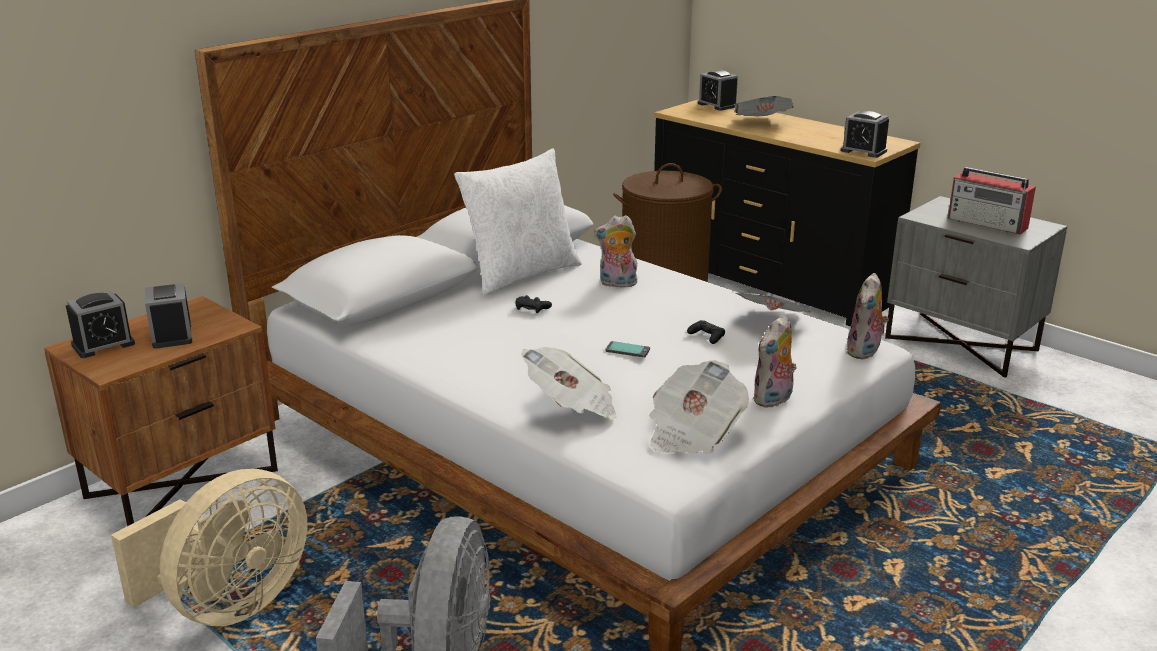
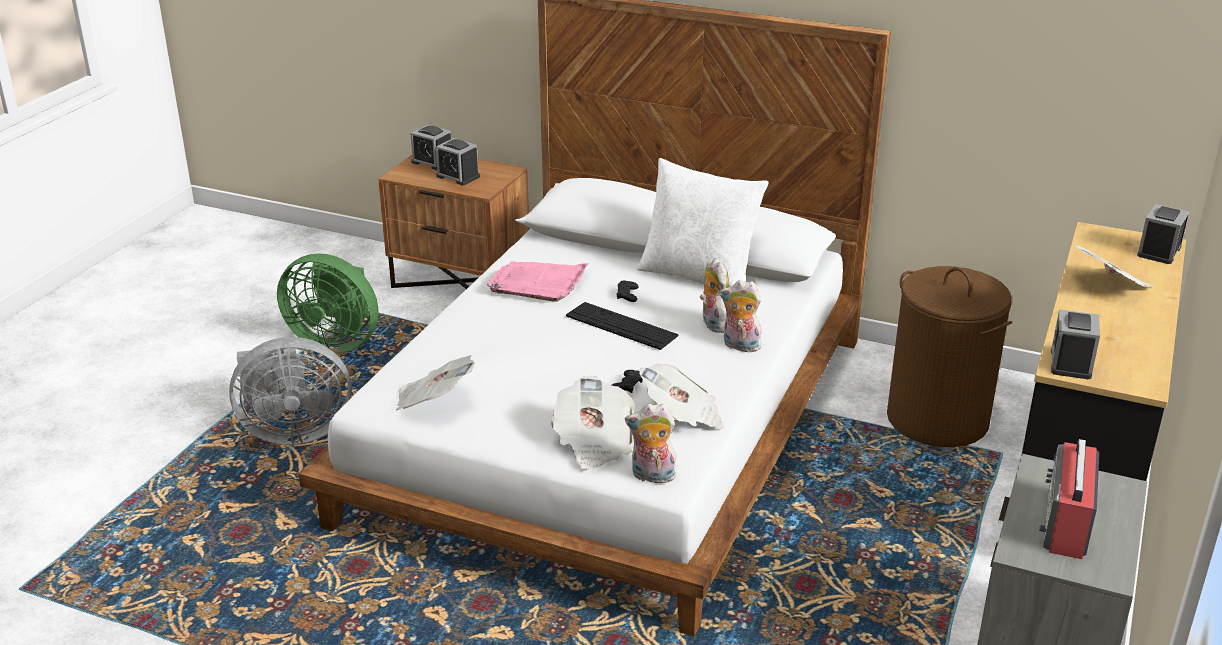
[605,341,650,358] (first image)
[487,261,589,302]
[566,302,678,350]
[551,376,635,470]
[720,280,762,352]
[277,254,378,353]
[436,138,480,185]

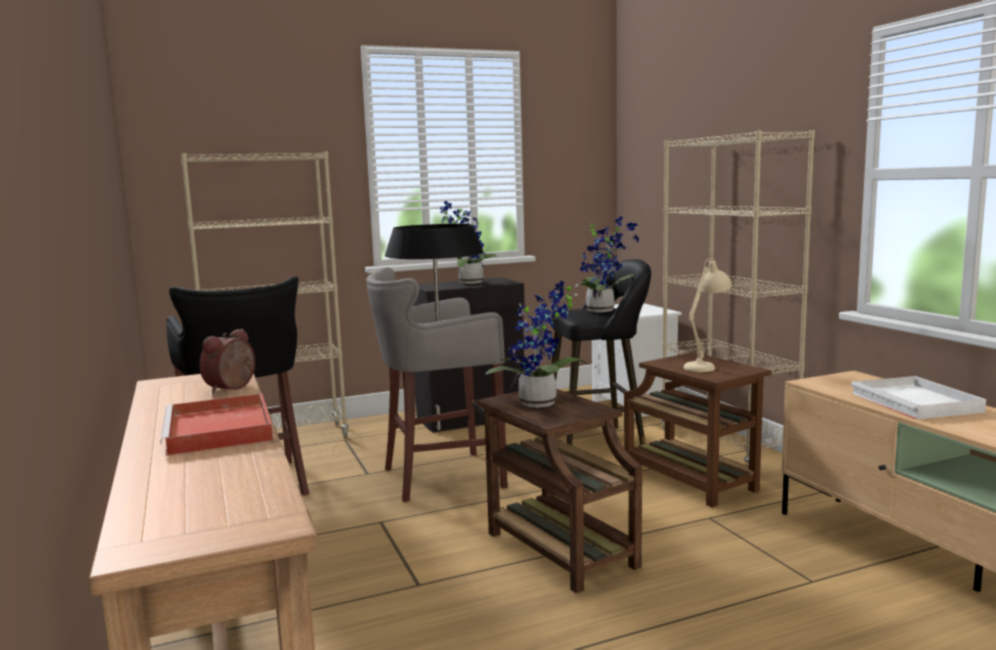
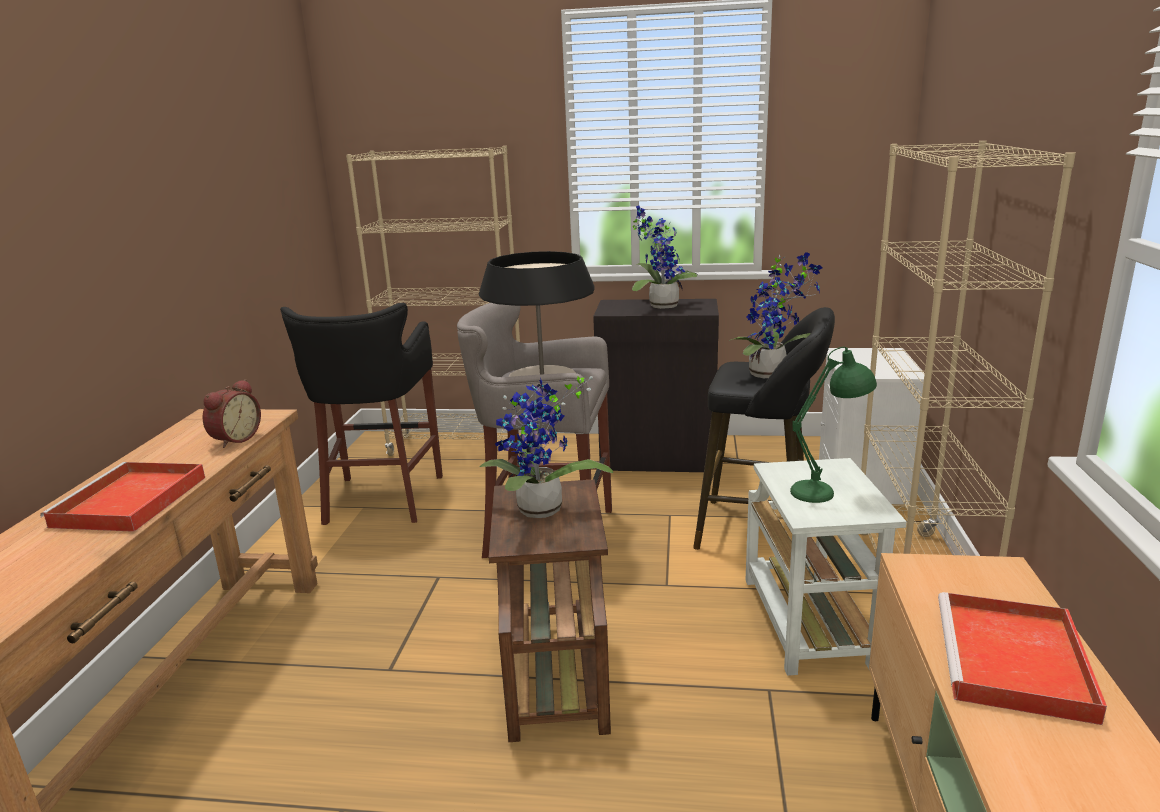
[746,458,907,676]
[790,347,877,503]
[938,592,1107,725]
[203,379,261,448]

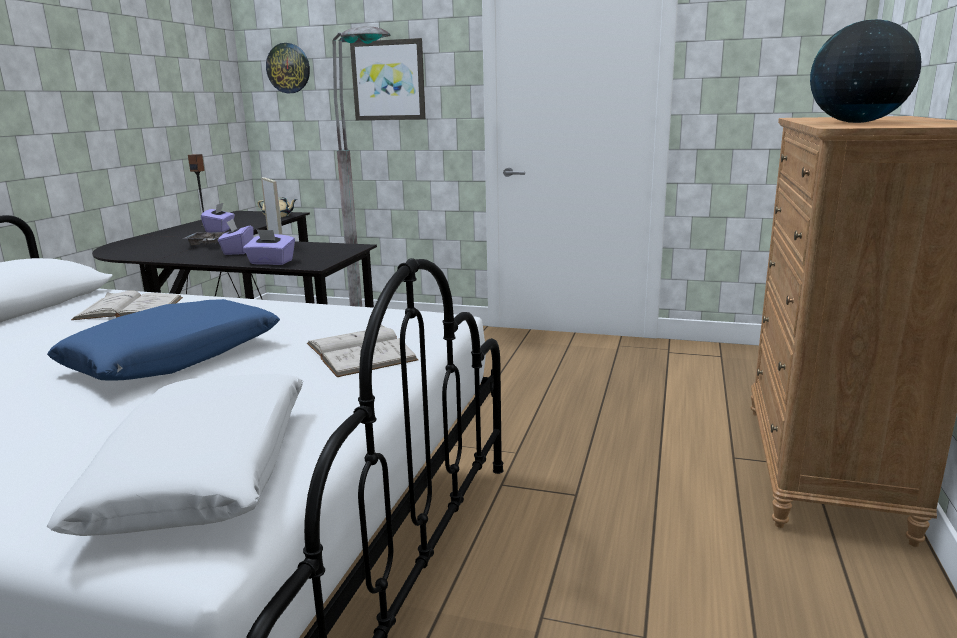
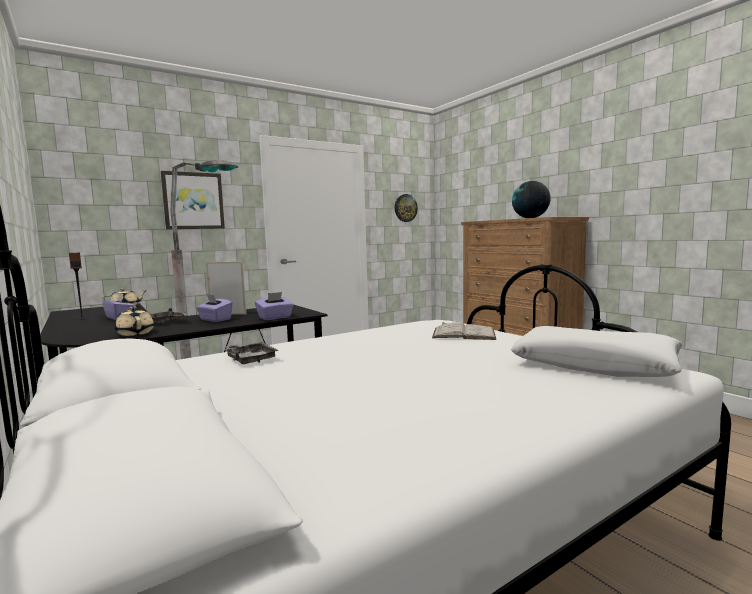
[47,299,280,381] (first image)
[114,306,154,336]
[395,194,418,222]
[224,342,279,364]

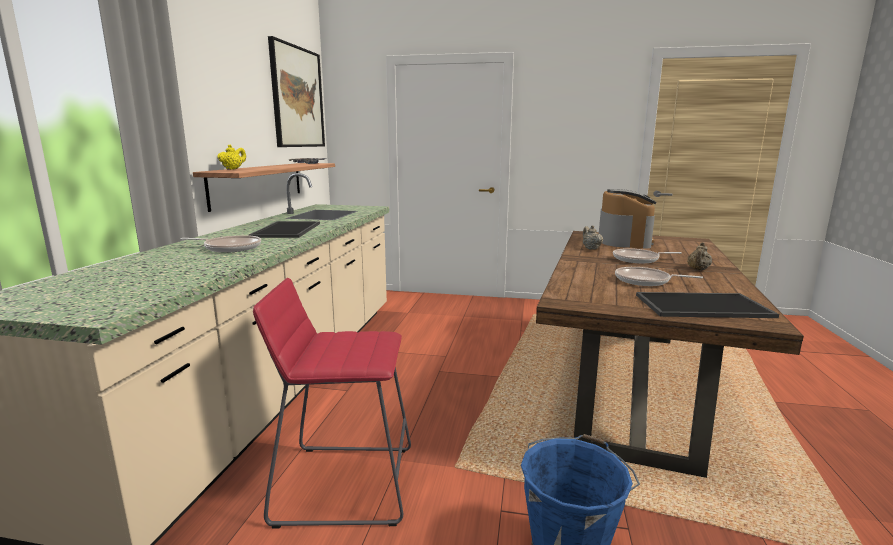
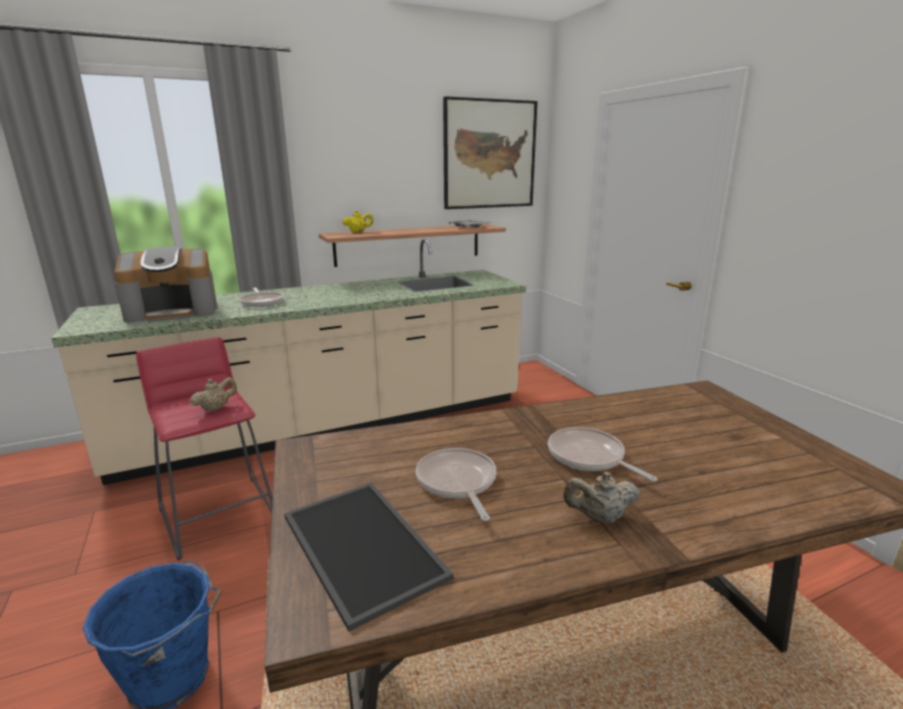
[249,221,320,238] (first image)
[190,377,237,412]
[114,247,217,323]

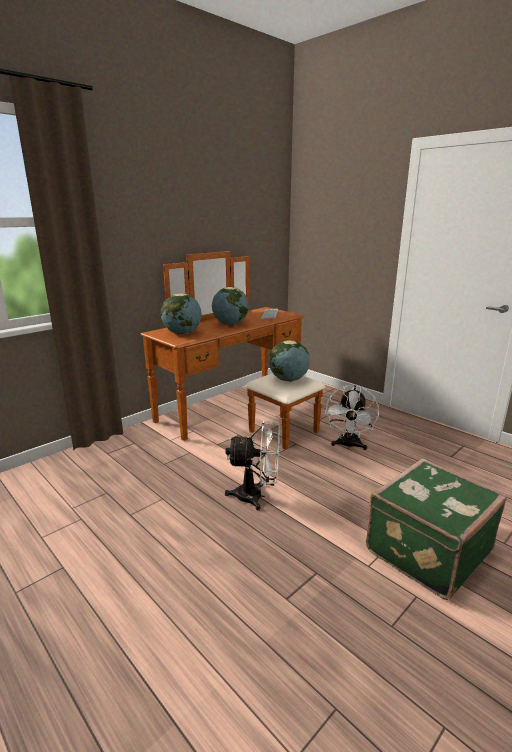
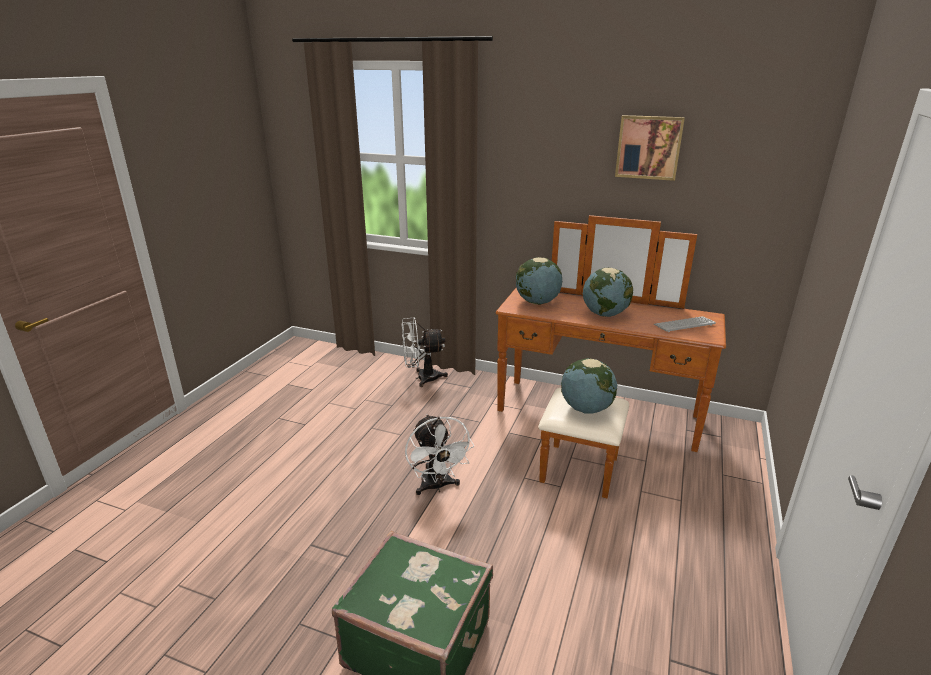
[615,115,685,181]
[402,318,448,387]

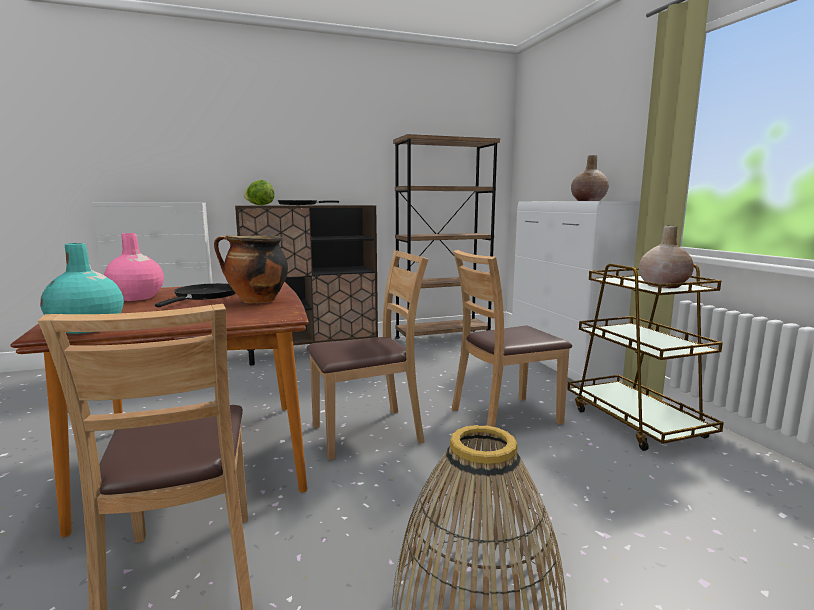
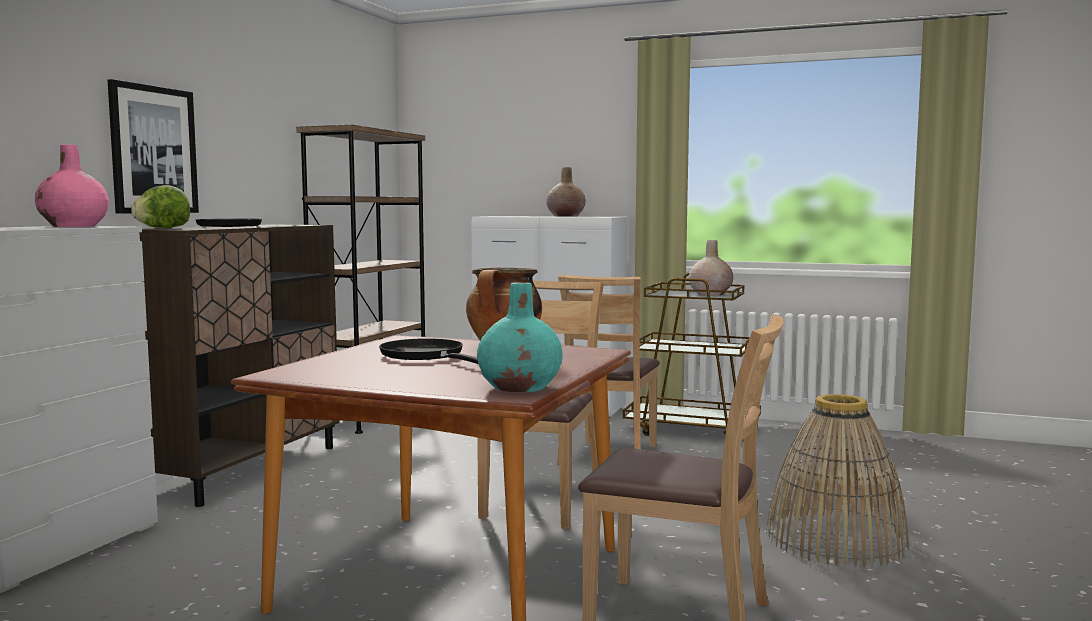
[108,79,199,214]
[35,144,109,227]

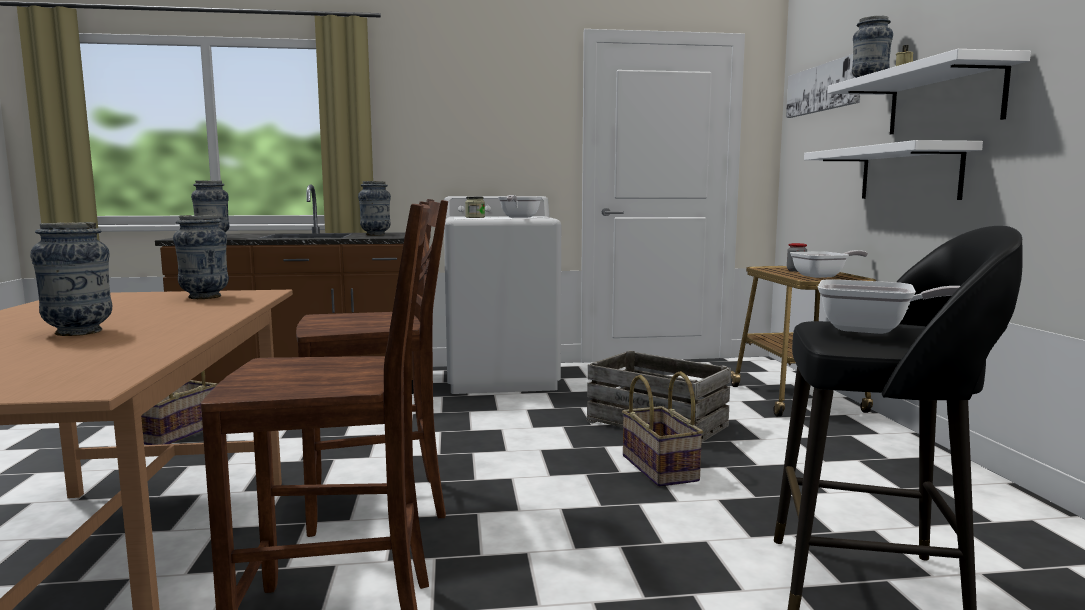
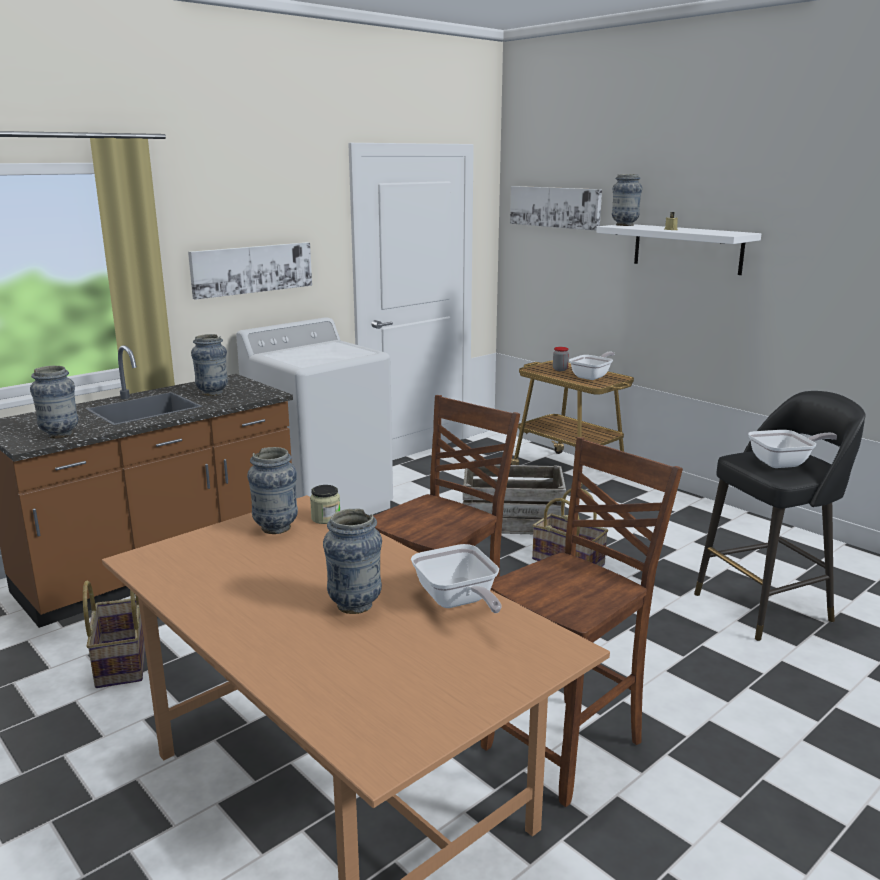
[804,140,983,200] (first image)
[188,242,312,300]
[310,485,340,524]
[411,544,502,613]

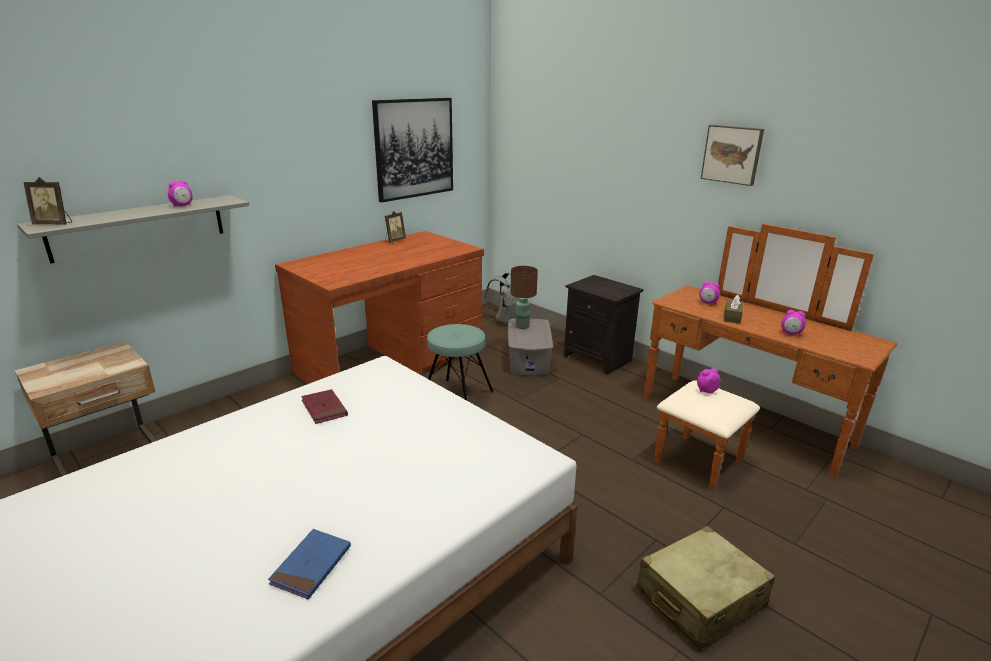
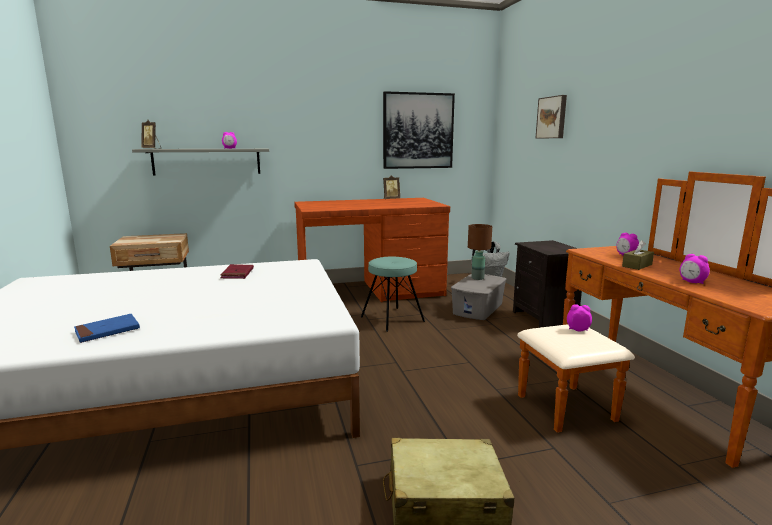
[536,95,567,139]

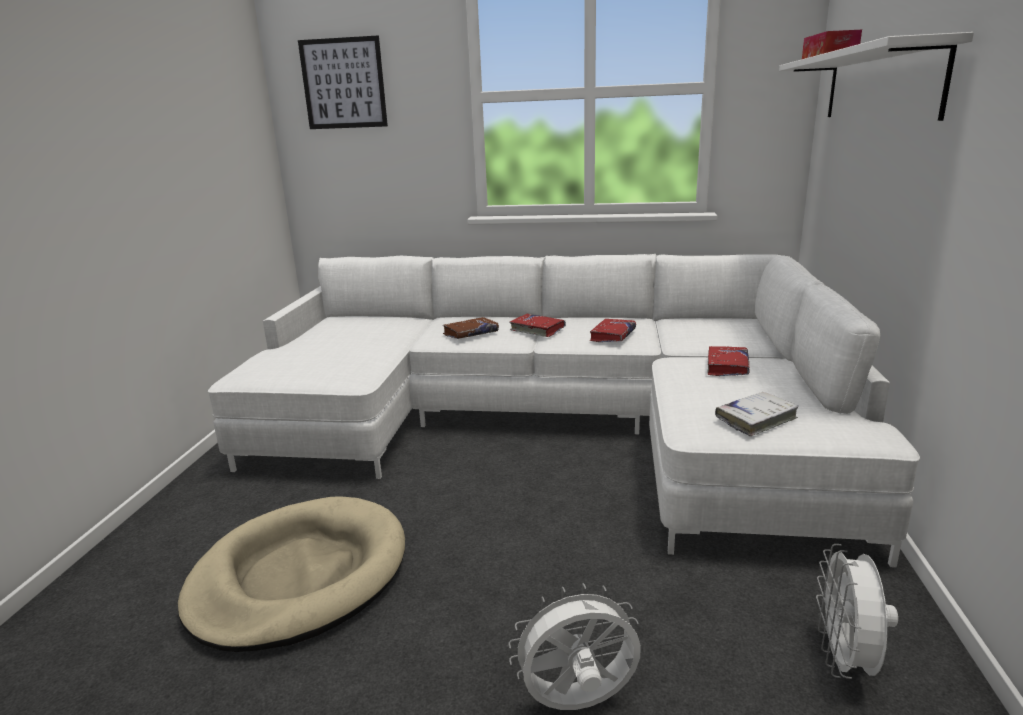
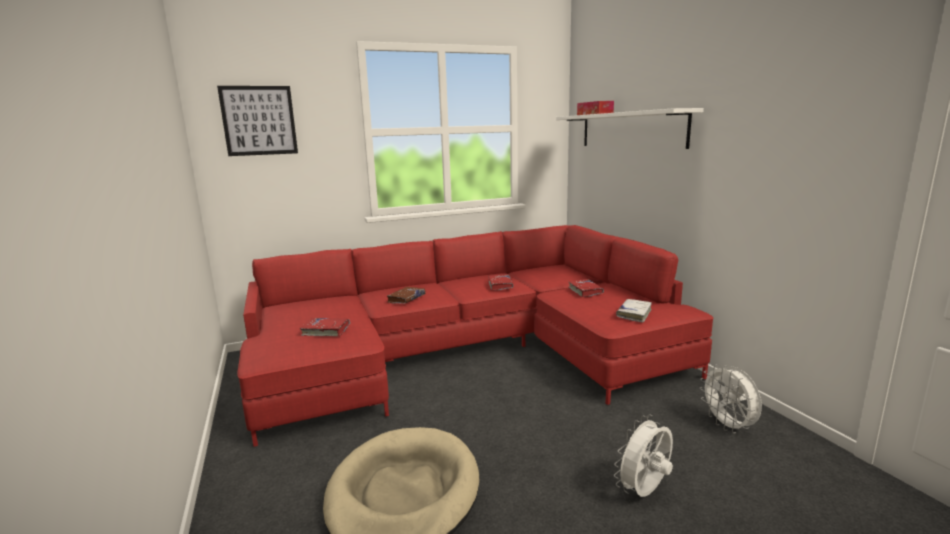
[300,318,350,336]
[237,225,714,447]

